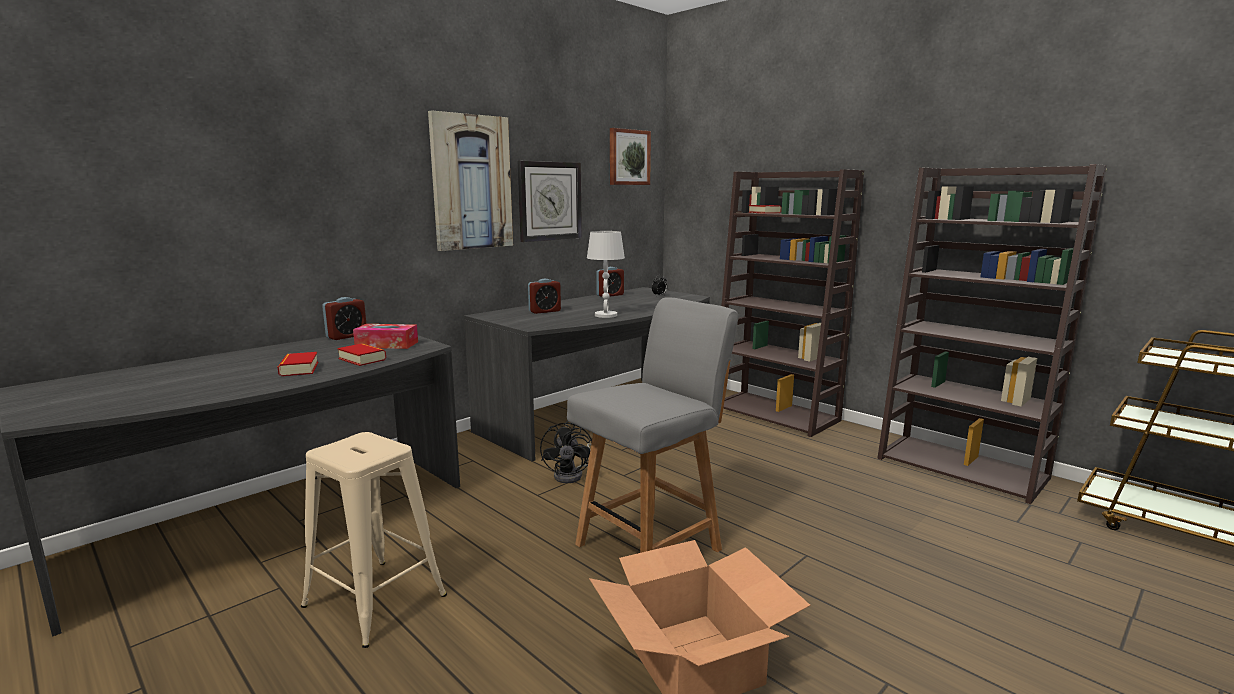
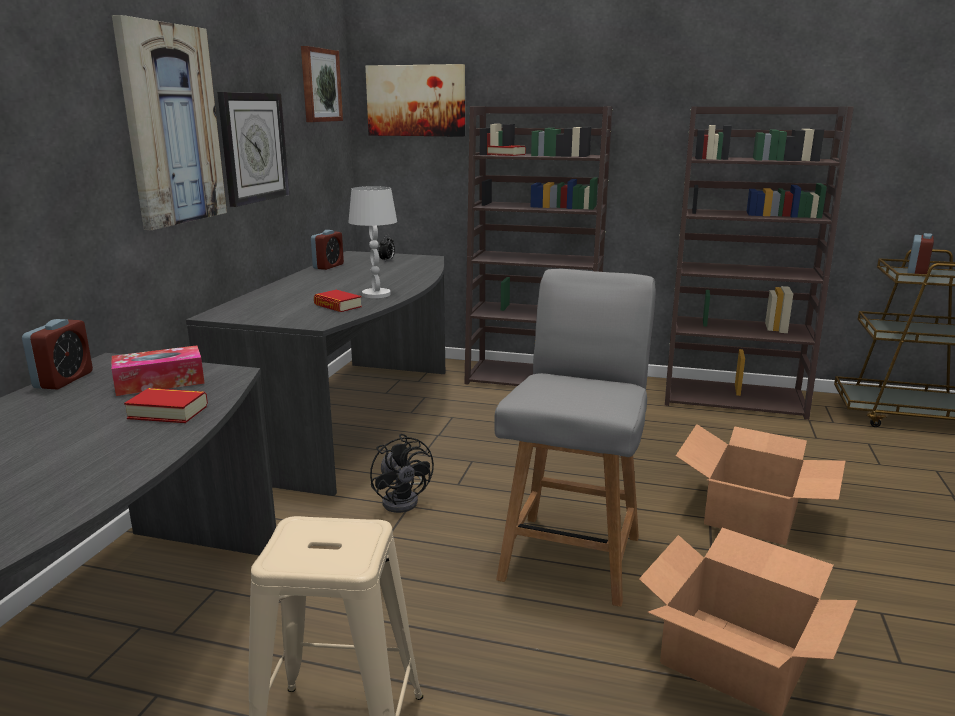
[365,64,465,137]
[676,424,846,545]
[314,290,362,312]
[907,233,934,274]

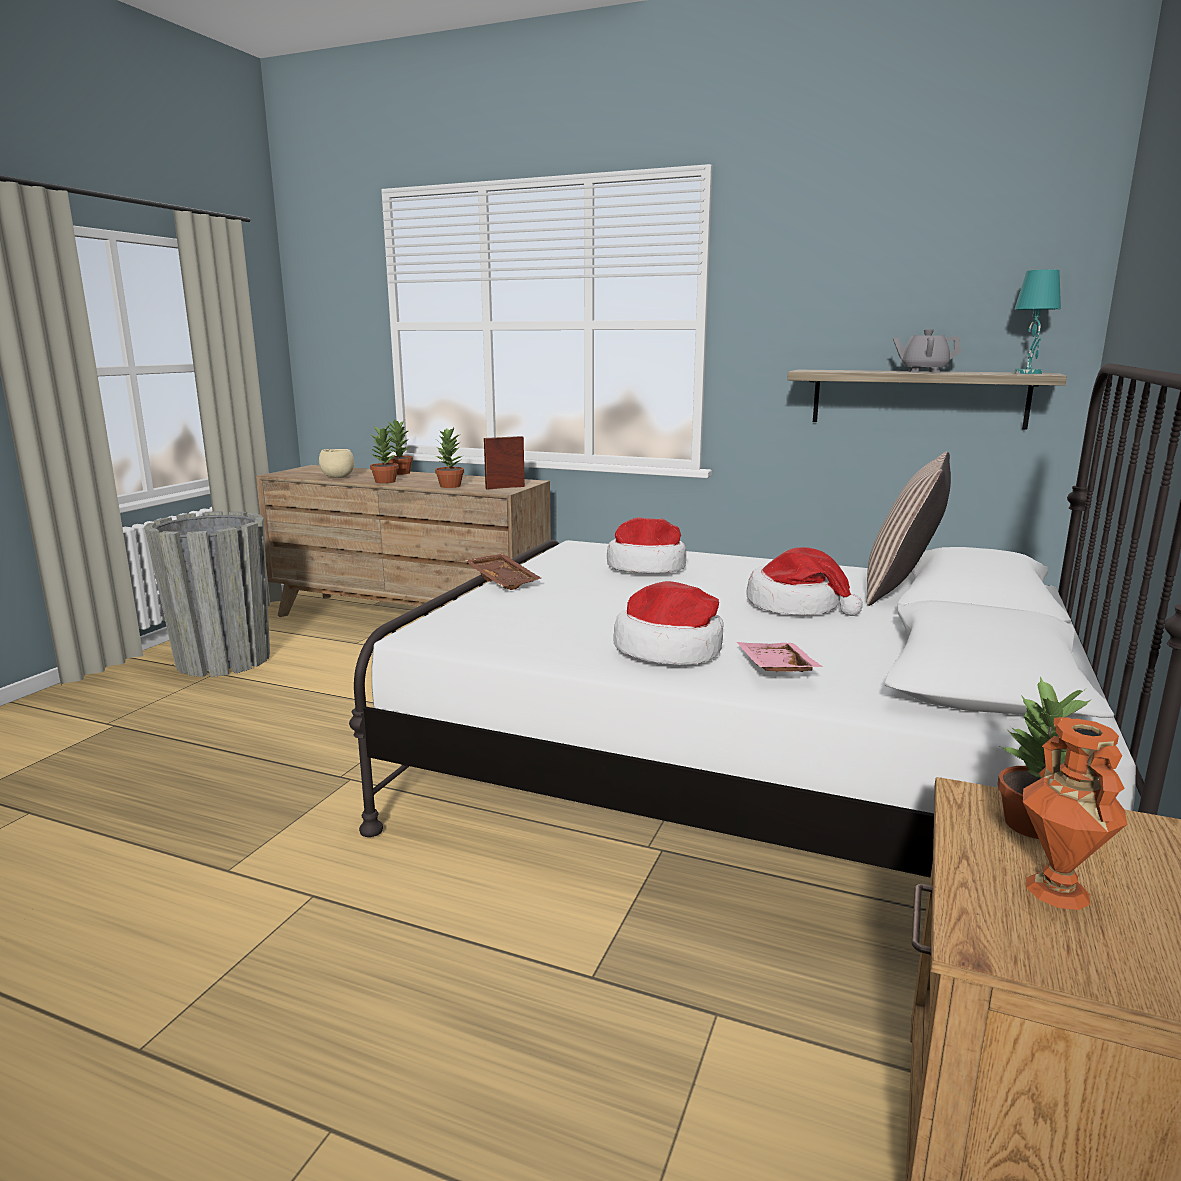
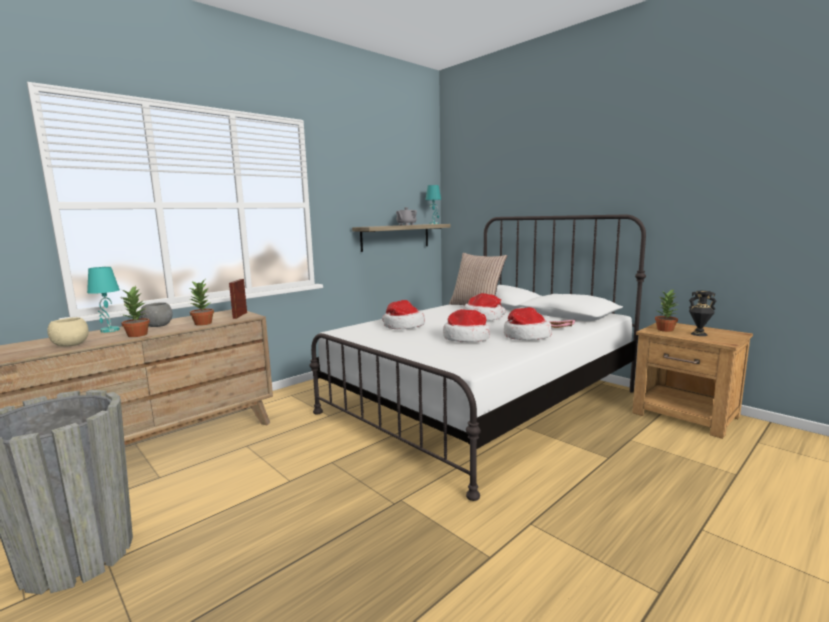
[465,554,541,590] (first image)
[140,302,172,327]
[443,309,490,342]
[87,267,120,333]
[689,291,717,336]

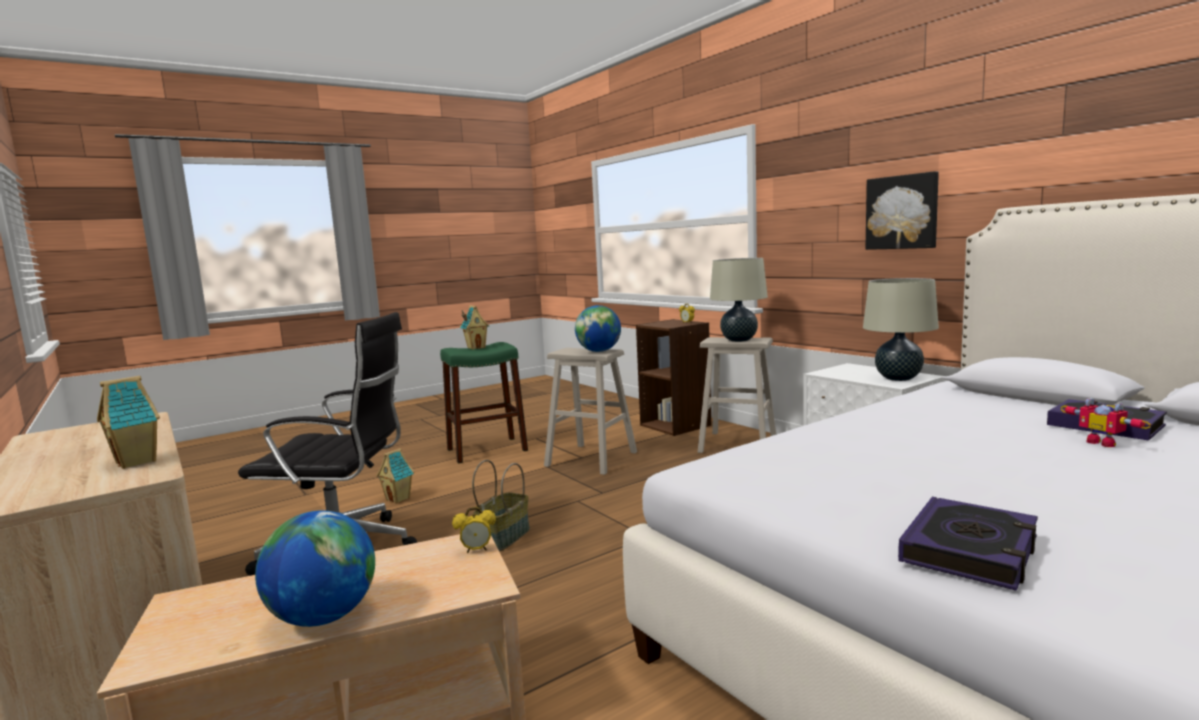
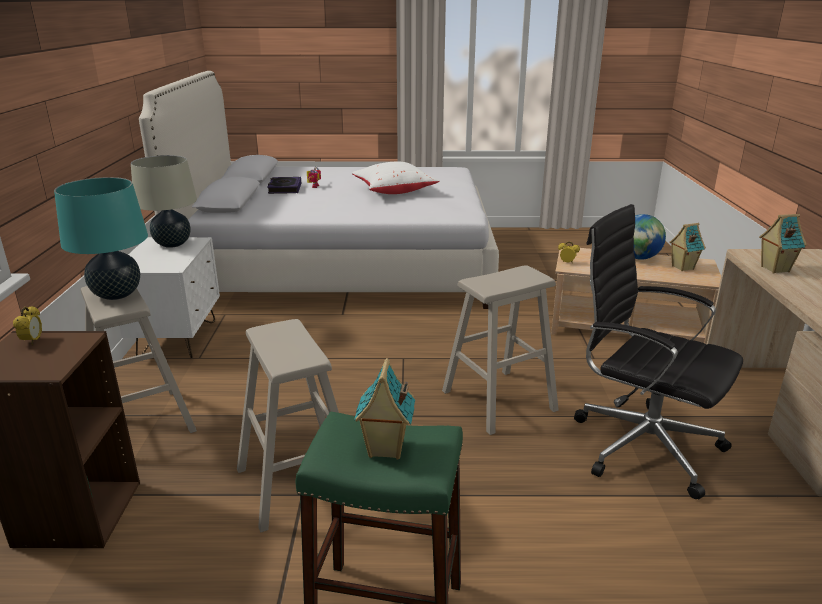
[575,305,621,352] (first image)
[865,171,939,250] (first image)
[898,497,1038,591] (first image)
[352,161,440,194]
[669,223,706,271]
[442,265,559,435]
[54,177,148,300]

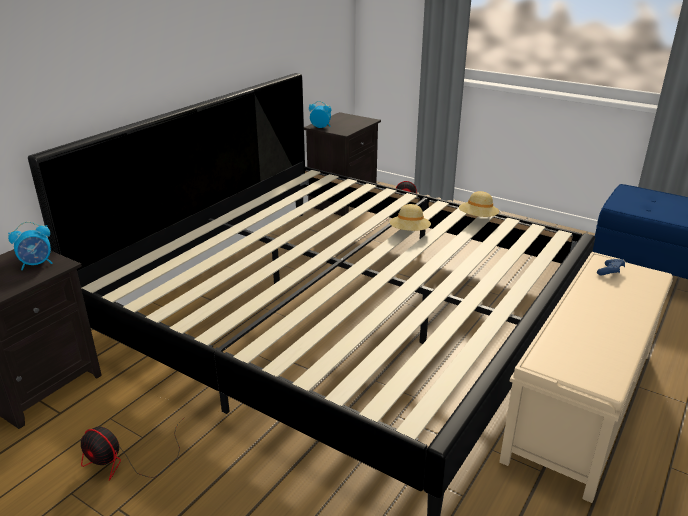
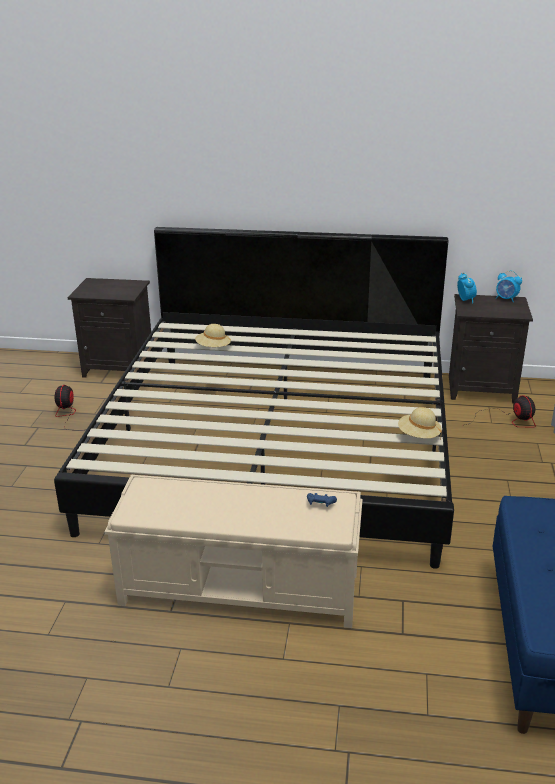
[496,270,522,302]
[195,324,231,347]

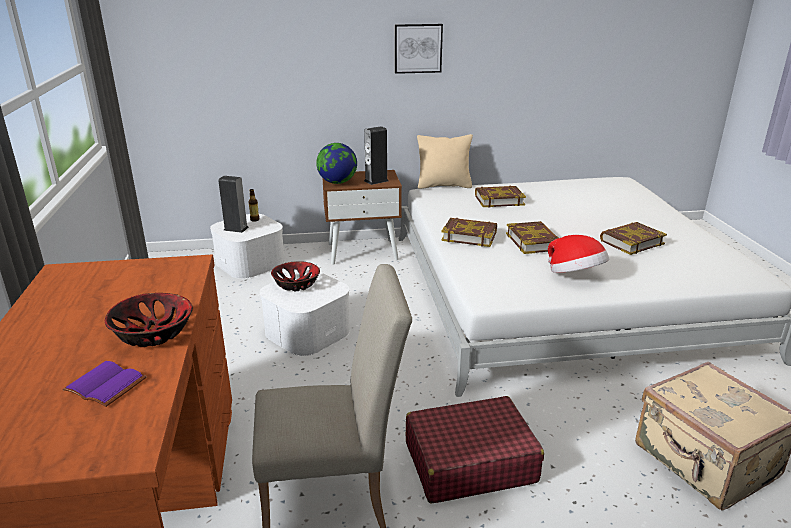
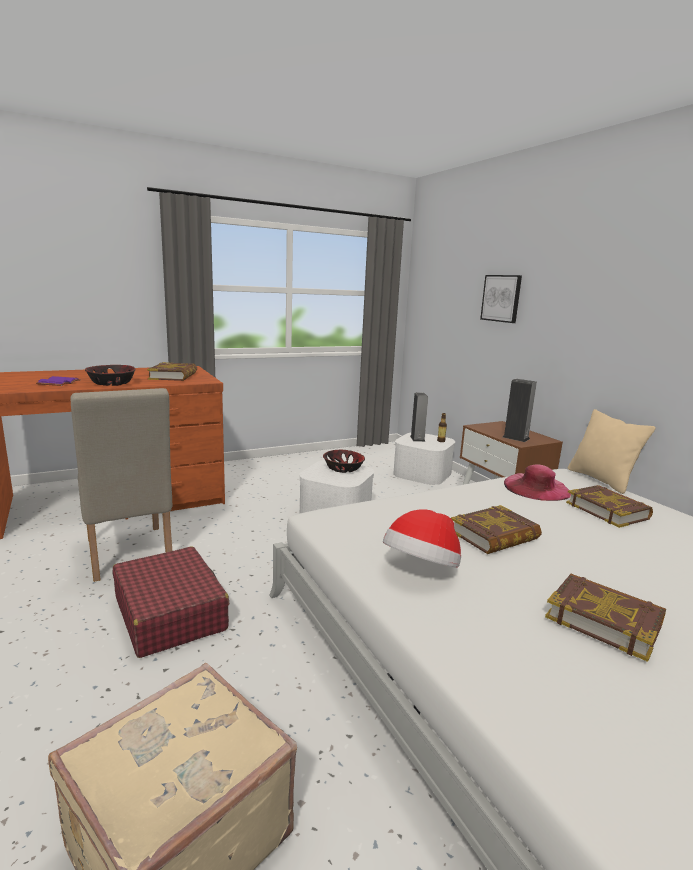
[316,143,357,184] (first image)
[504,464,571,501]
[480,275,522,323]
[147,362,197,381]

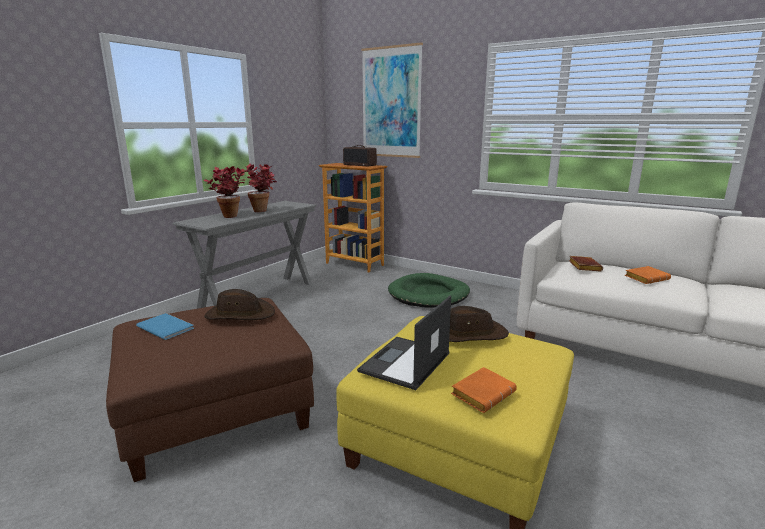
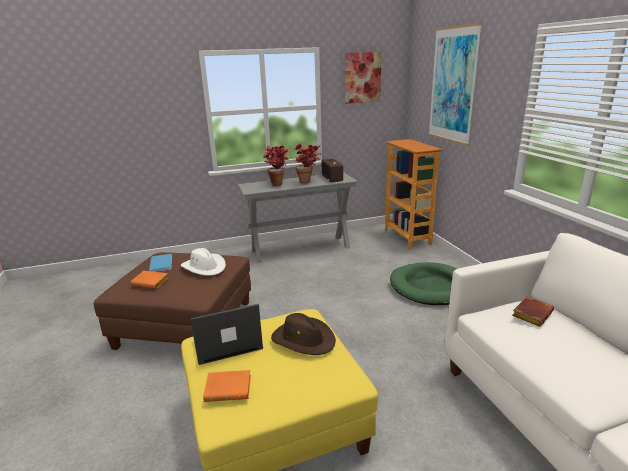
[345,52,381,104]
[322,159,343,182]
[131,271,169,289]
[181,248,226,276]

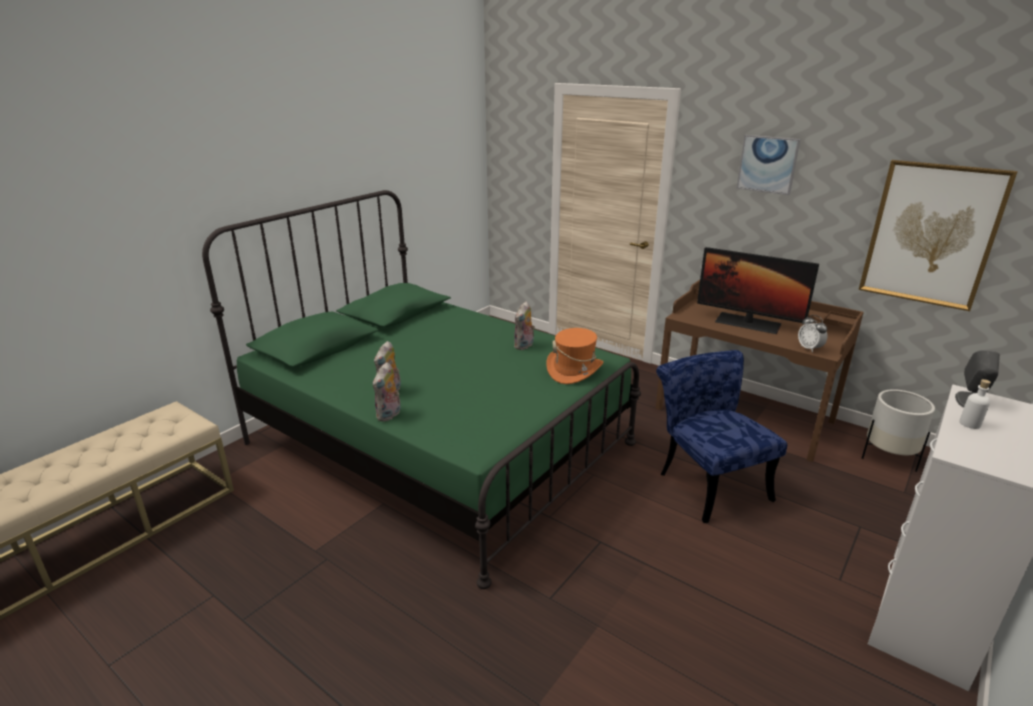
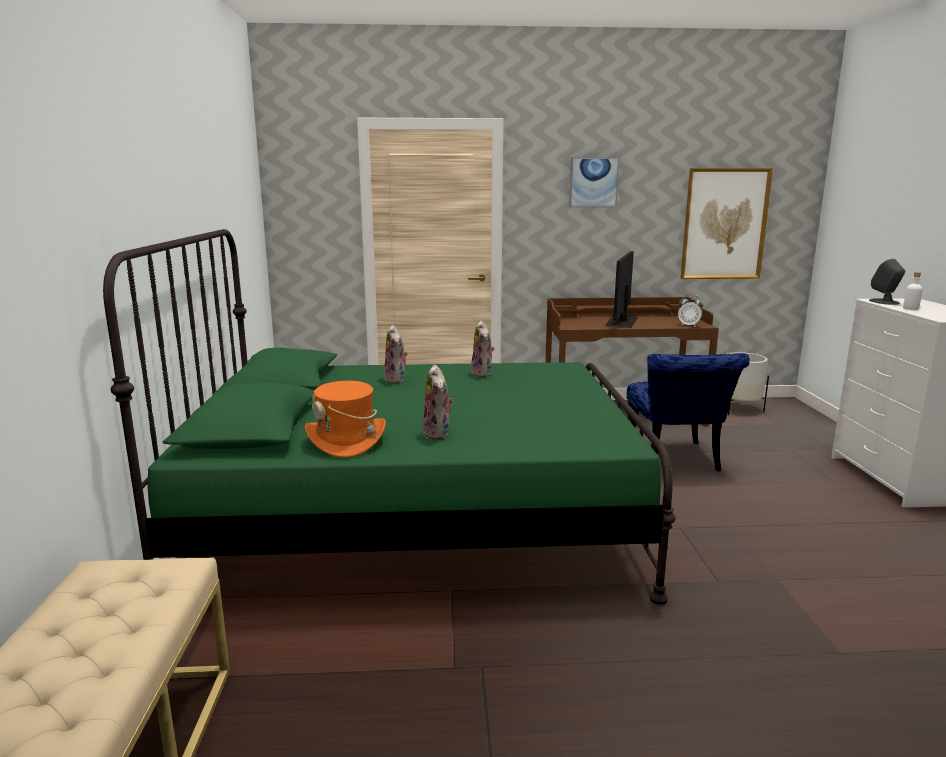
[384,325,408,383]
[305,381,386,458]
[627,353,750,472]
[605,251,638,328]

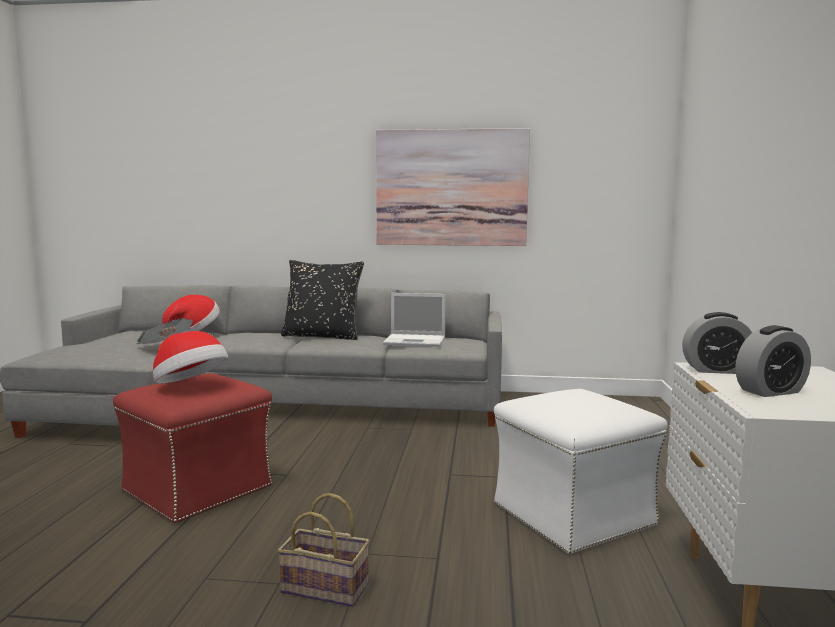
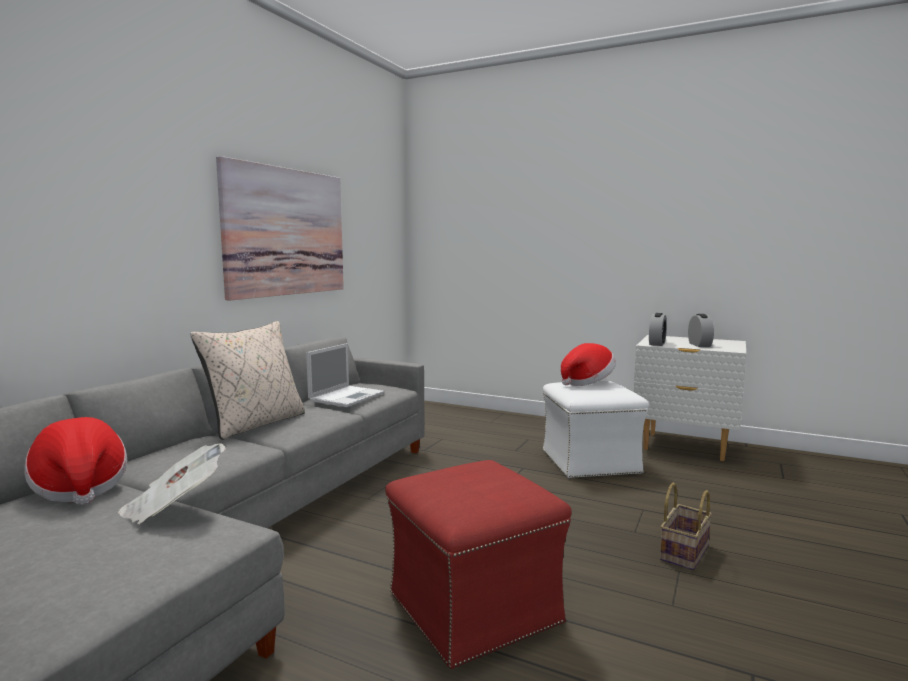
[561,343,616,386]
[190,321,305,440]

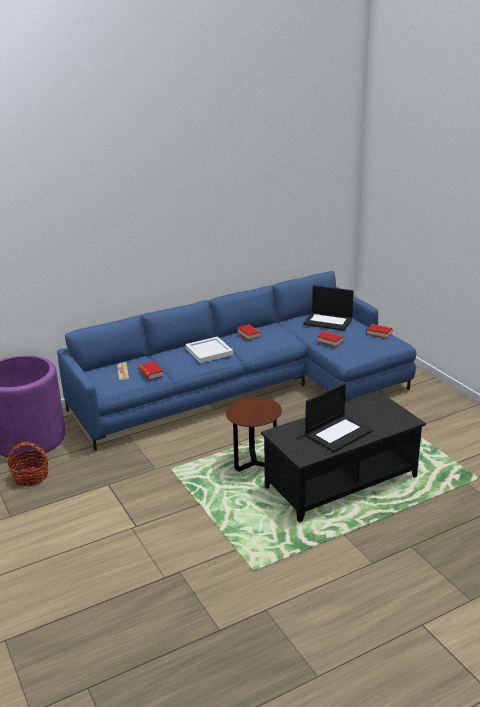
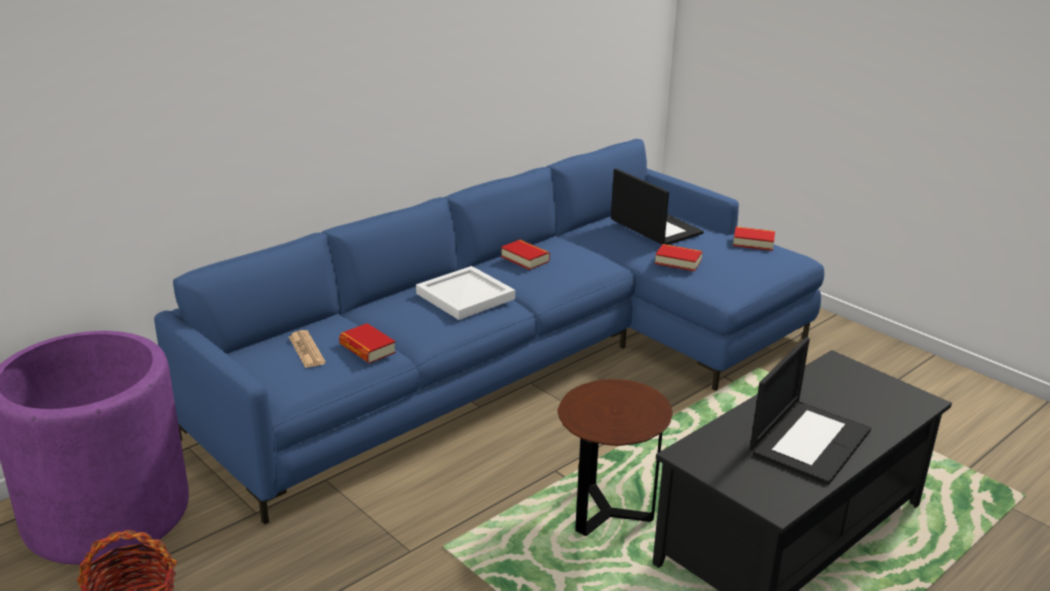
[611,168,704,245]

